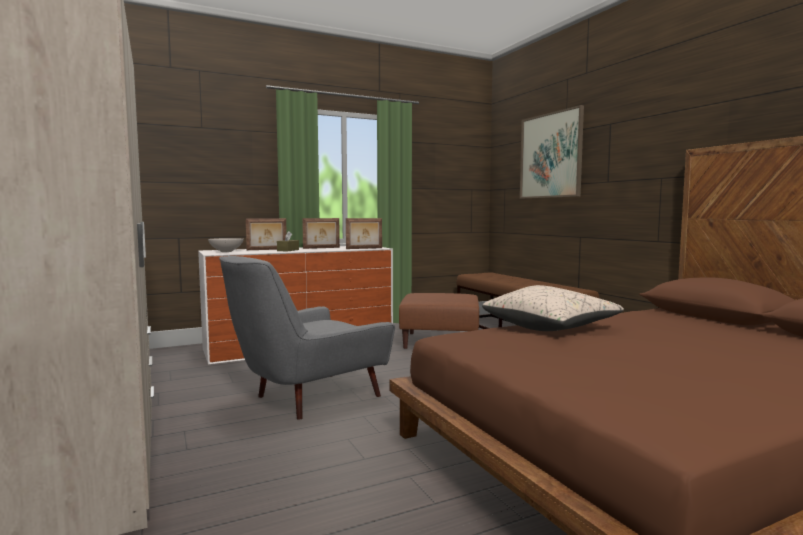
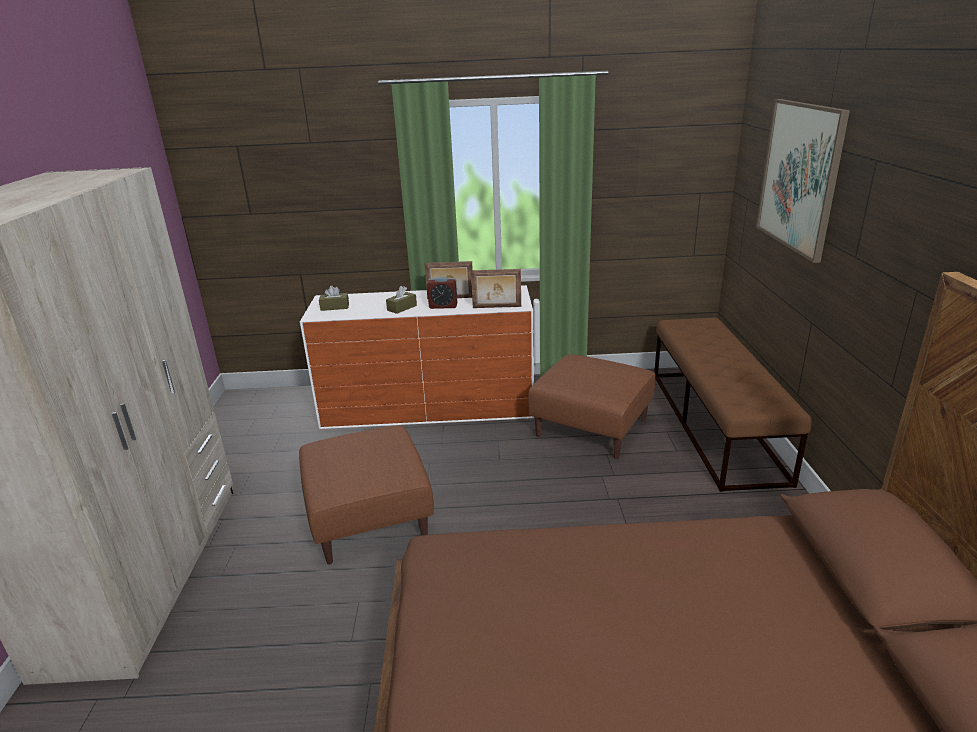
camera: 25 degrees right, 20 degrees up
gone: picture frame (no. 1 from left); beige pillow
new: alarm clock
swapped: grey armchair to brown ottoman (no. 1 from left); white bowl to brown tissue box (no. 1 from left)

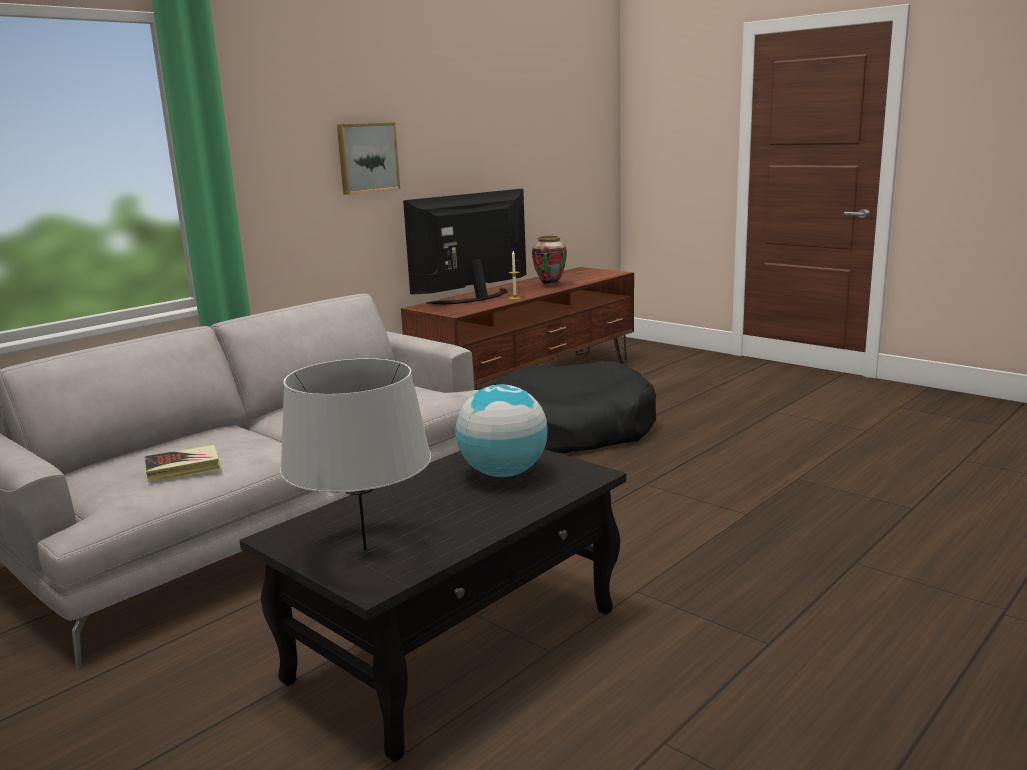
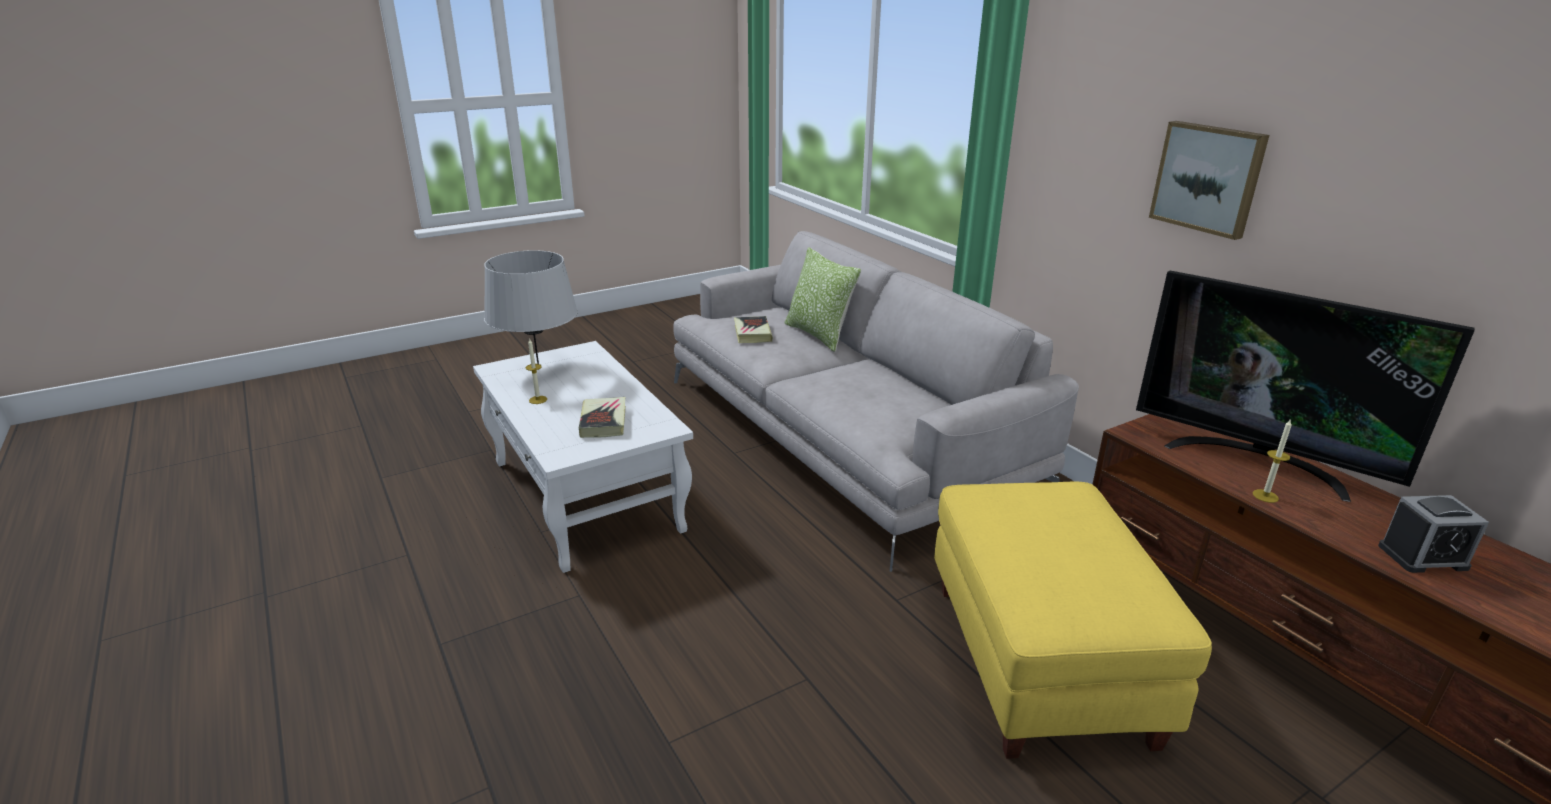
camera: 105 degrees right, 10 degrees up
new: candle (no. 1 from left); pillow
swapped: globe to book (no. 1 from left); black dog bed to yellow ottoman; vase to alarm clock
repainted: black coffee table to white coffee table
rotated: television 150 degrees clockwise

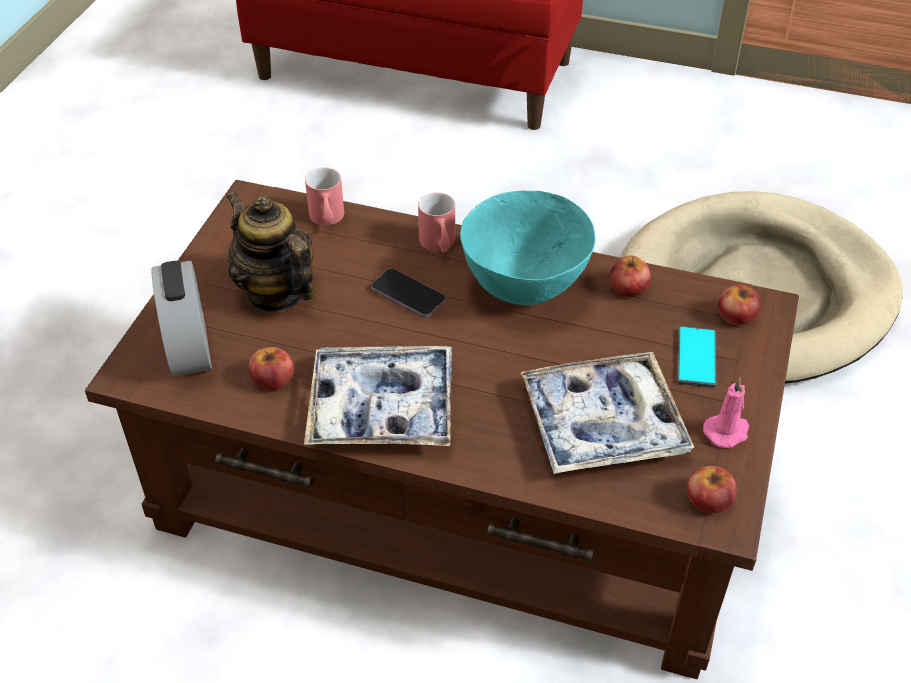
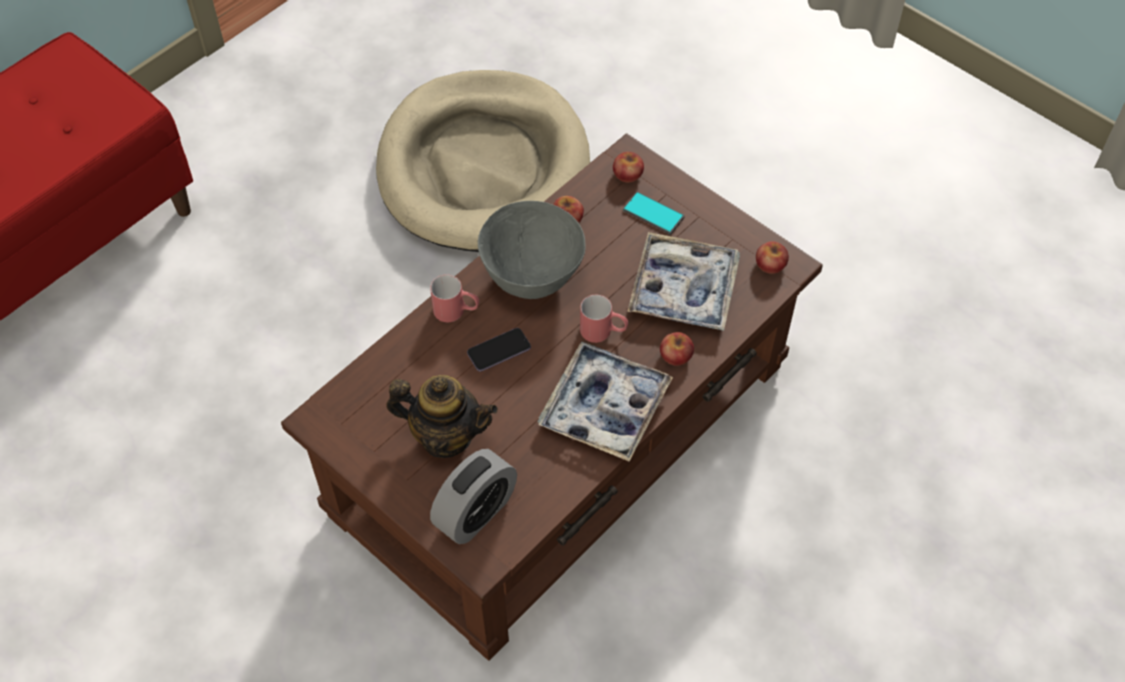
camera: 65 degrees left, 10 degrees up
gone: pink candle
shifted: red mug (no. 1 from left in the first image) to red mug (no. 2 from left); apple (no. 1 from left in the first image) to apple (no. 3 from left)
repainted: turquoise bowl to grey bowl
rotated: teapot 150 degrees counterclockwise; alarm clock 60 degrees counterclockwise

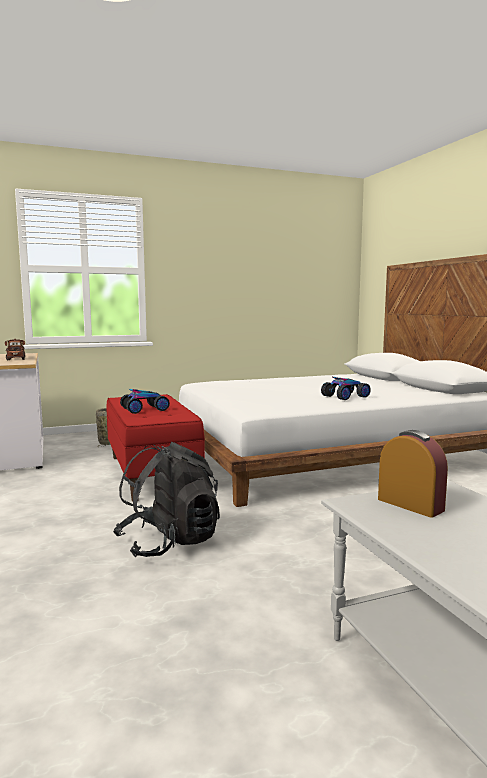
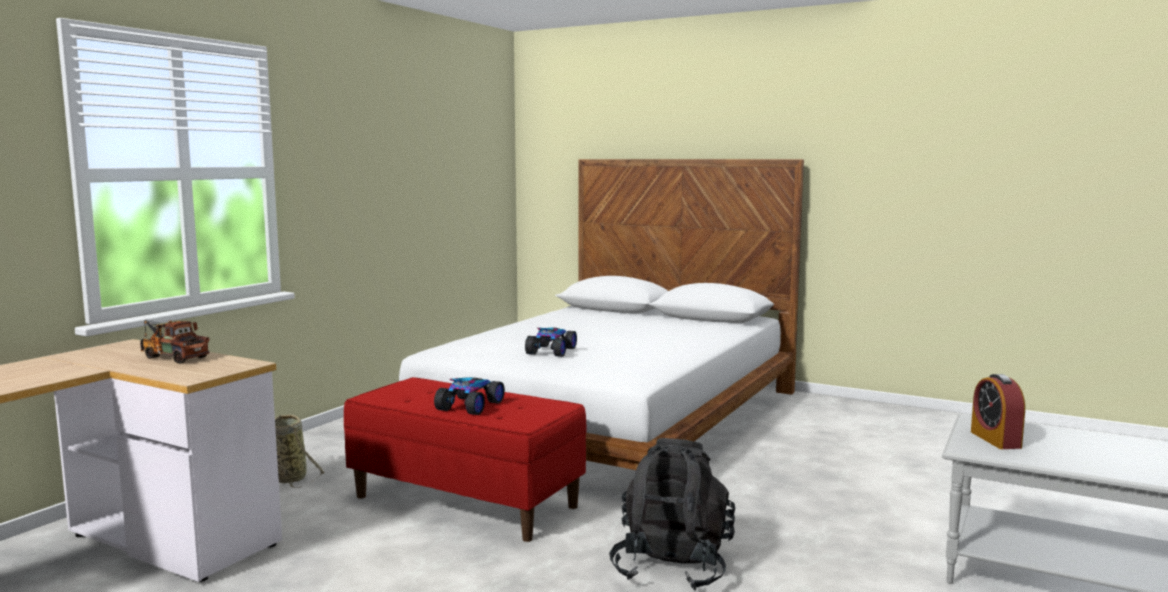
camera: 40 degrees left, 0 degrees up
shifted: toy car (no. 2 from left)
rotated: alarm clock 105 degrees counterclockwise

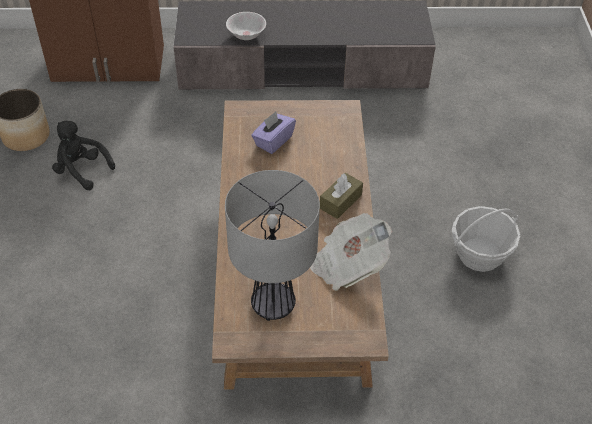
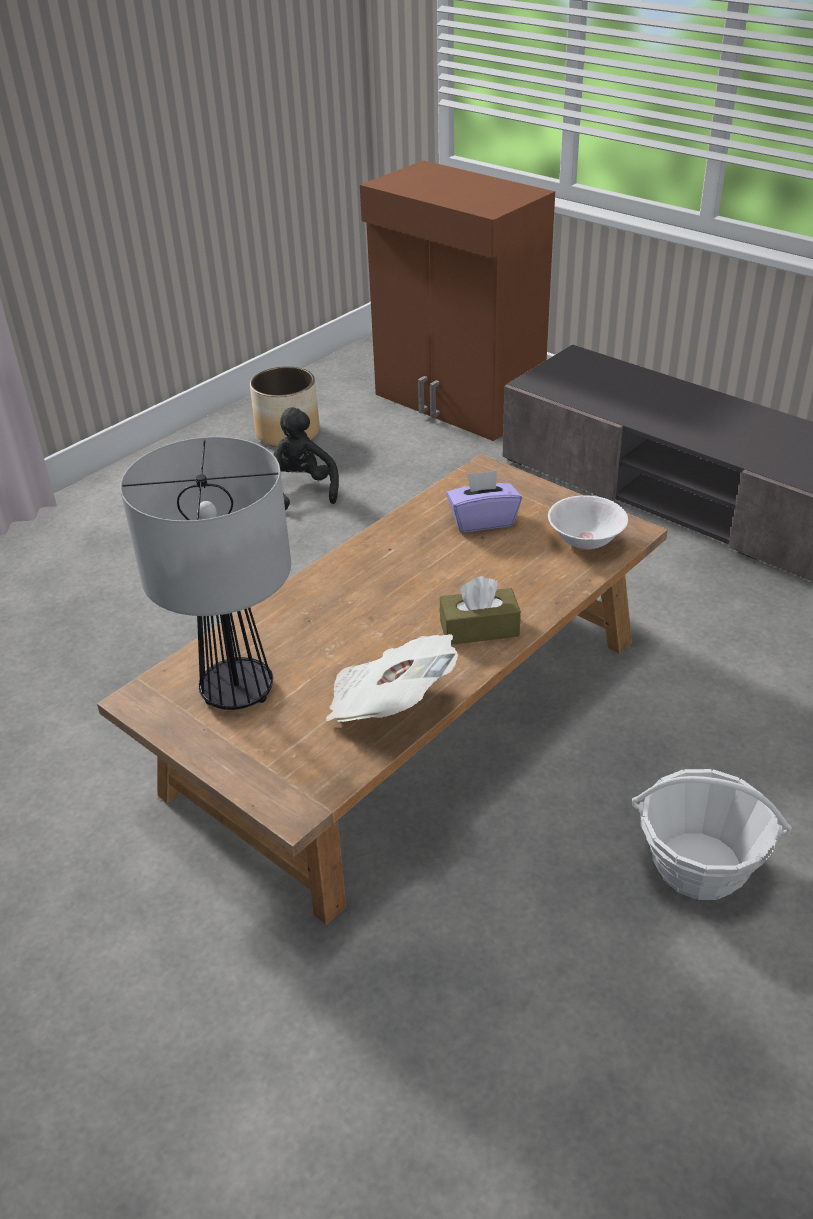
camera: 45 degrees right, 10 degrees down
shifted: white bowl

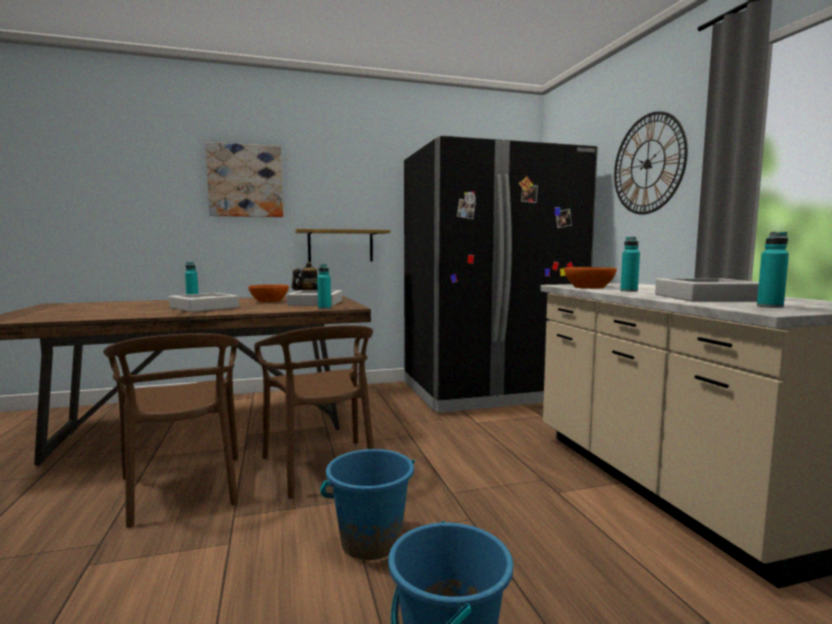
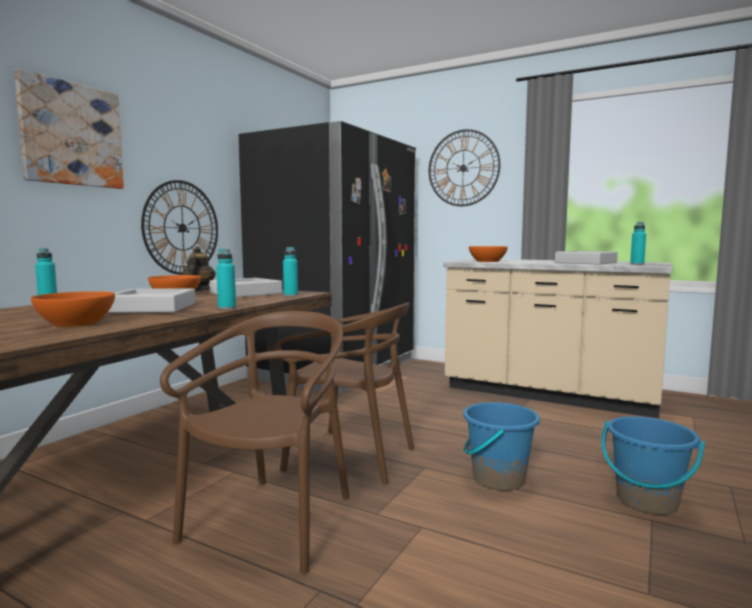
camera: 45 degrees left, 0 degrees up
new: orange bowl (no. 1 from left)
shifted: turquoise bottle (no. 3 from left in the first image) to turquoise bottle (no. 2 from left)
swapped: shelf to wall clock (no. 1 from left)
rotated: brown chair (no. 1 from left) 90 degrees counterclockwise

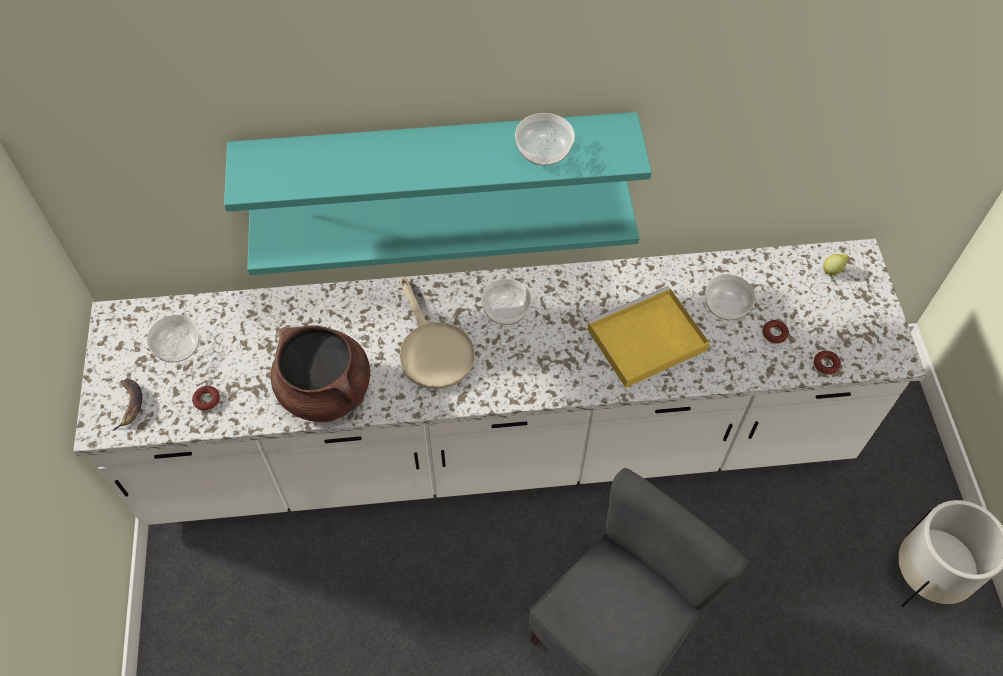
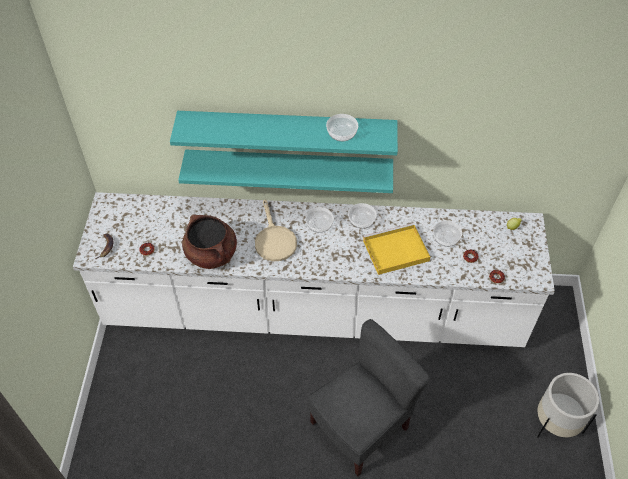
camera: 10 degrees right, 5 degrees down
shifted: bowl (no. 1 from left in the first image) to bowl (no. 3 from left)

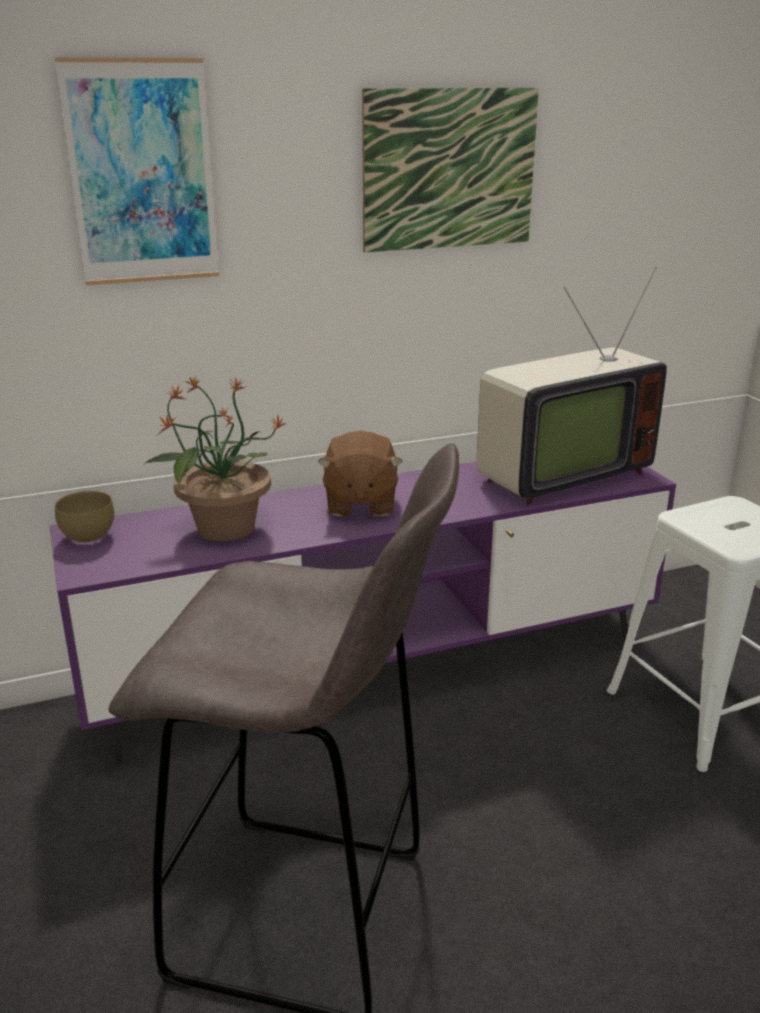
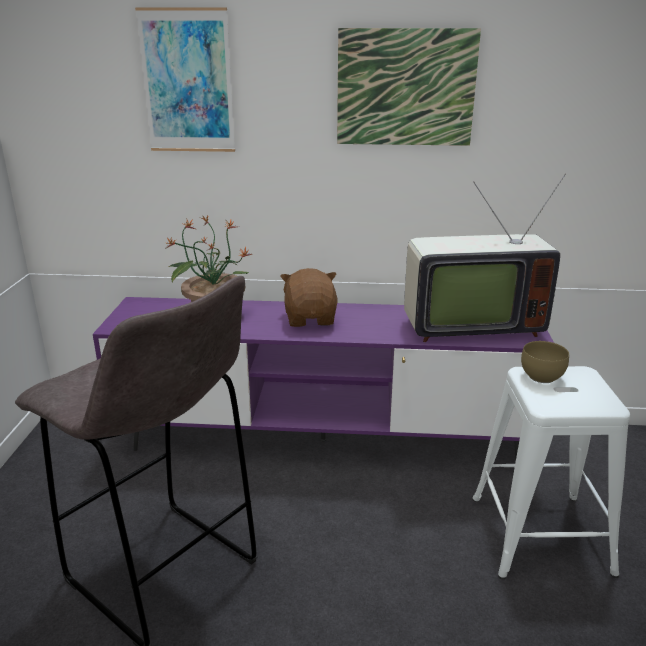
camera: 25 degrees right, 0 degrees up
shifted: brown bowl
rotated: brown plush toy 150 degrees clockwise

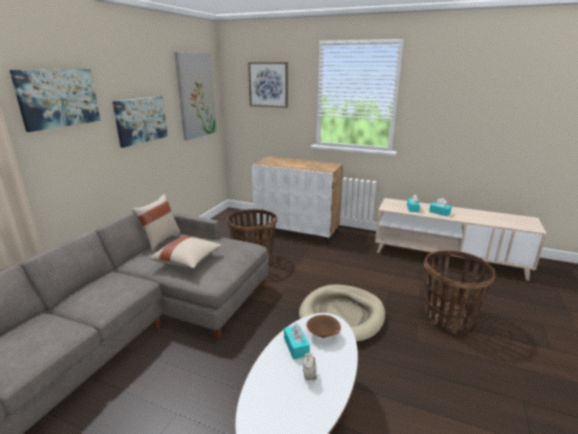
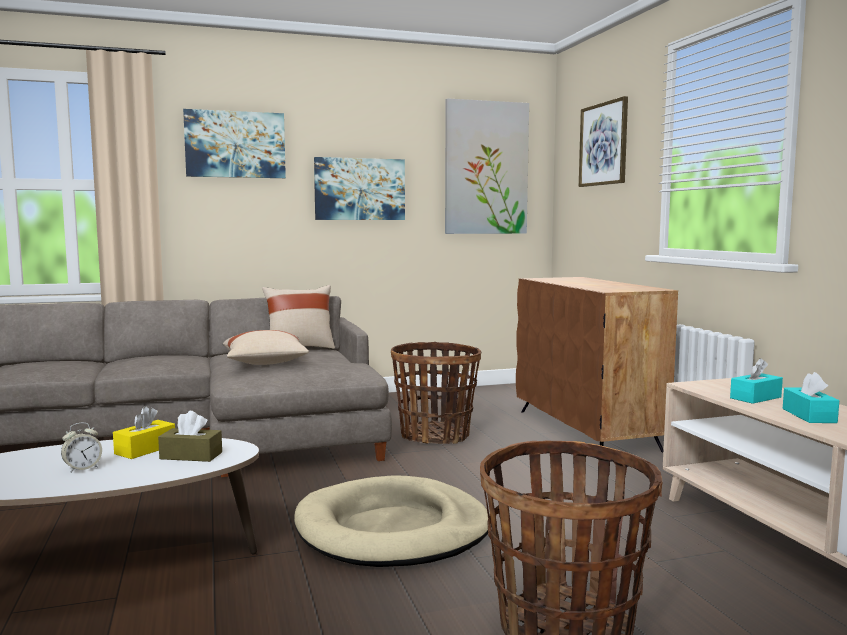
camera: 50 degrees right, 15 degrees down
swapped: brown bowl to brown tissue box
repainted: turquoise tissue box (no. 1 from left) to yellow tissue box; white cabinet to brown cabinet

